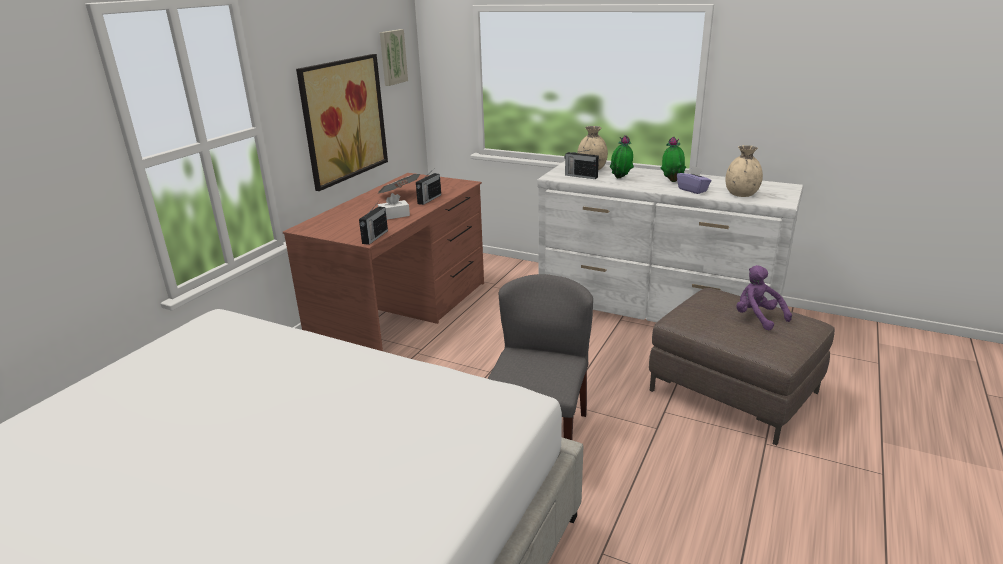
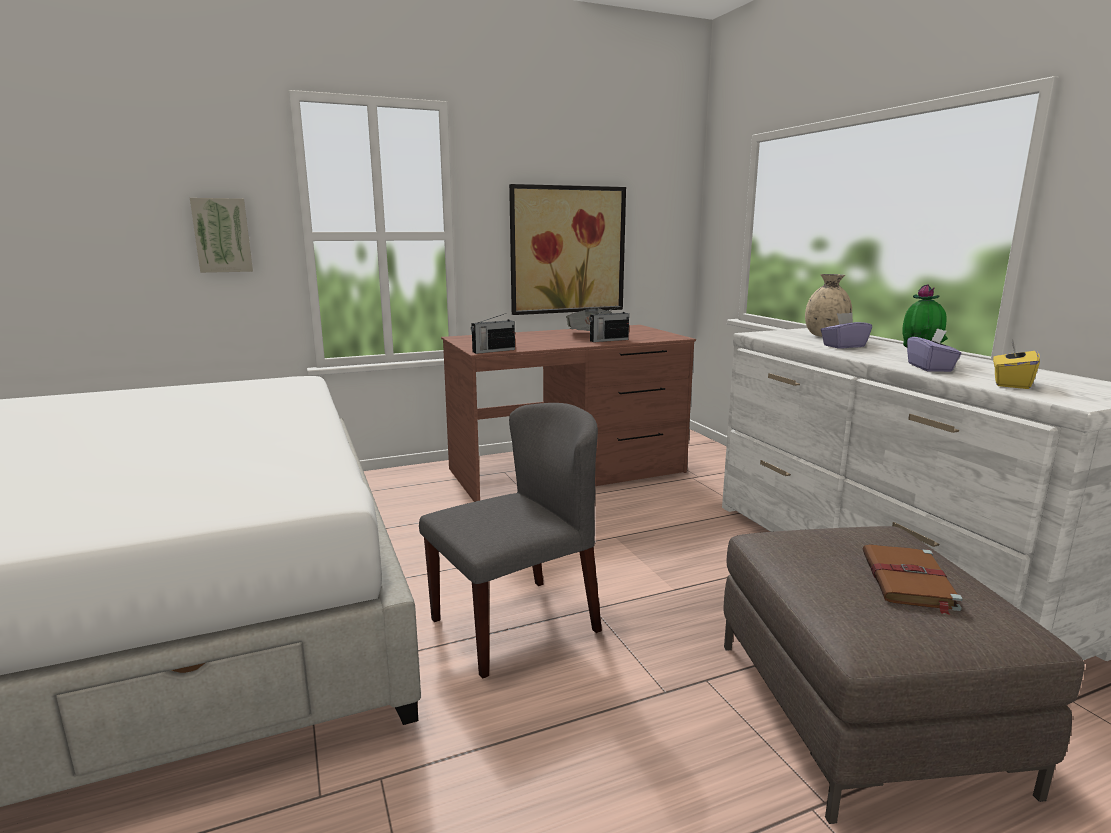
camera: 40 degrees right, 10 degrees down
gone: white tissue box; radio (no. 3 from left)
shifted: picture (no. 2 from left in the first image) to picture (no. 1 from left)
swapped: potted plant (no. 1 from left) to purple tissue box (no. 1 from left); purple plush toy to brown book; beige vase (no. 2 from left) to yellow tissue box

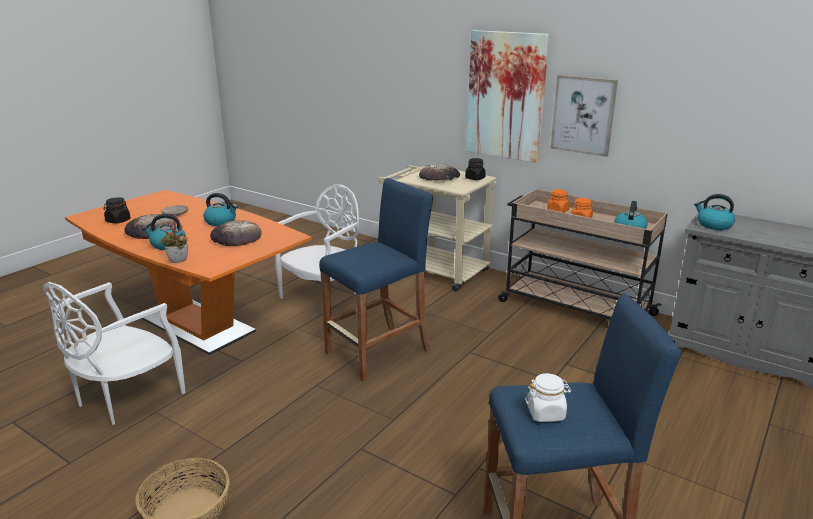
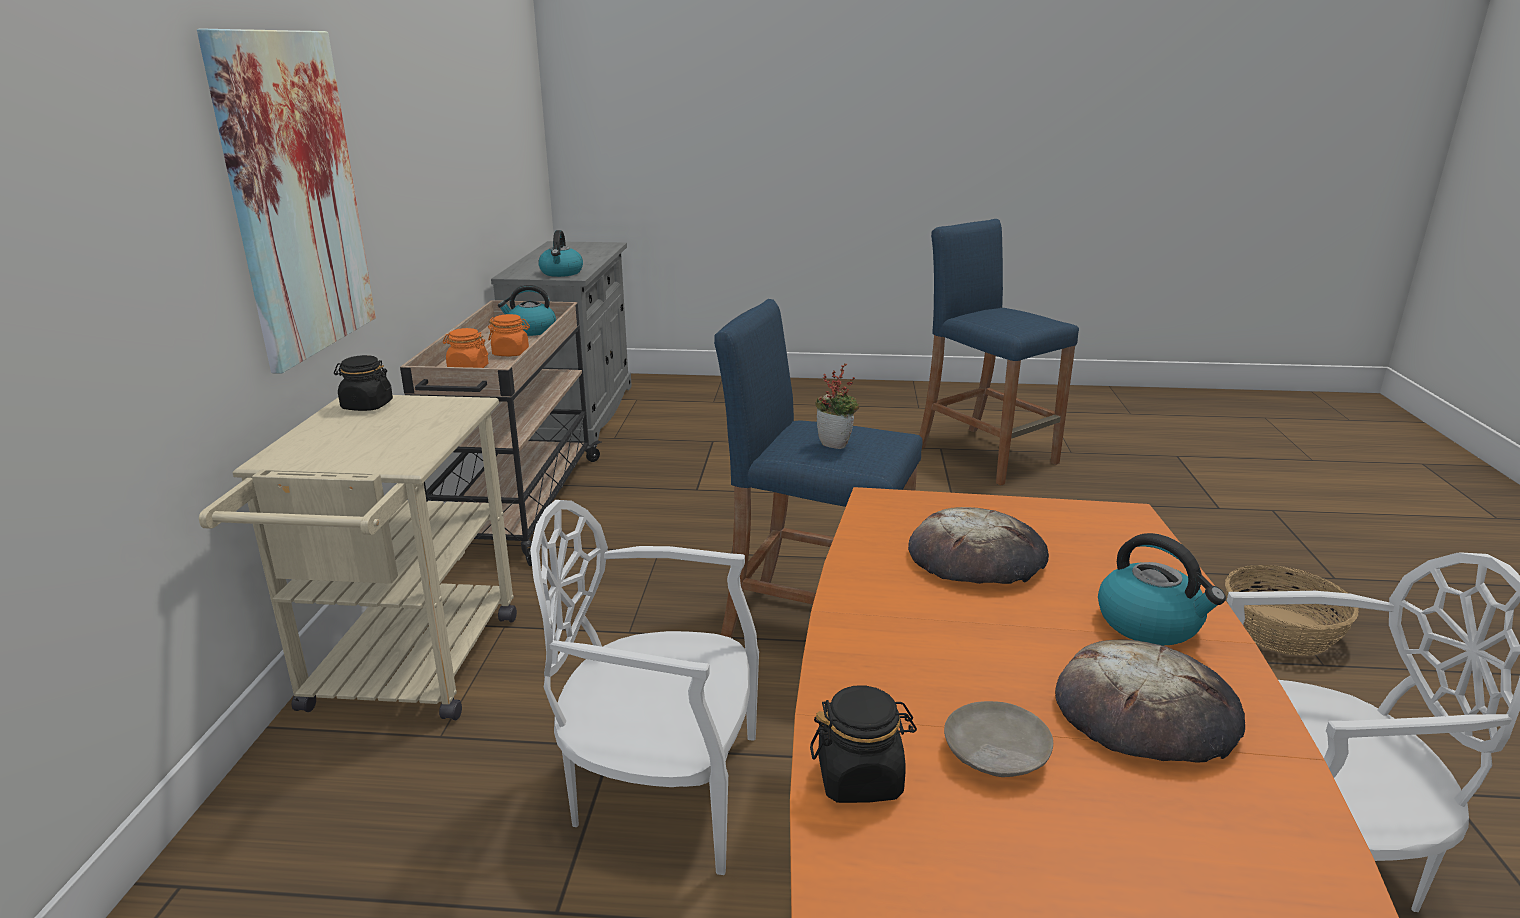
camera: 120 degrees left, 0 degrees up
gone: kettle (no. 2 from left); bread (no. 3 from left); white jar; picture (no. 2 from left)
shifted: black jar (no. 1 from left in the first image) to black jar (no. 2 from left); potted plant

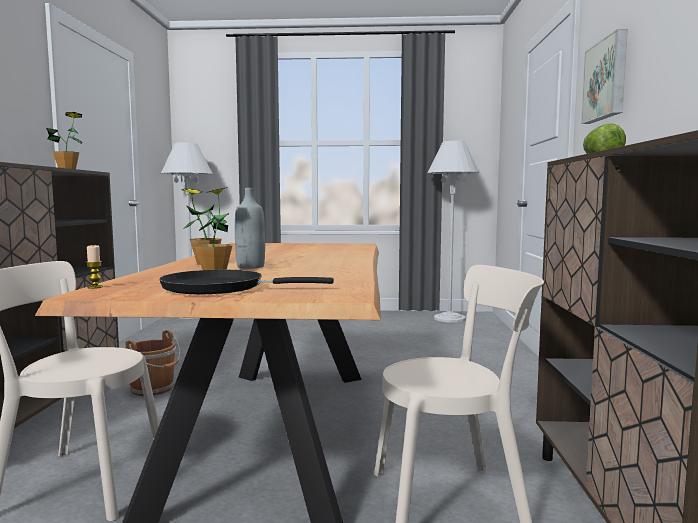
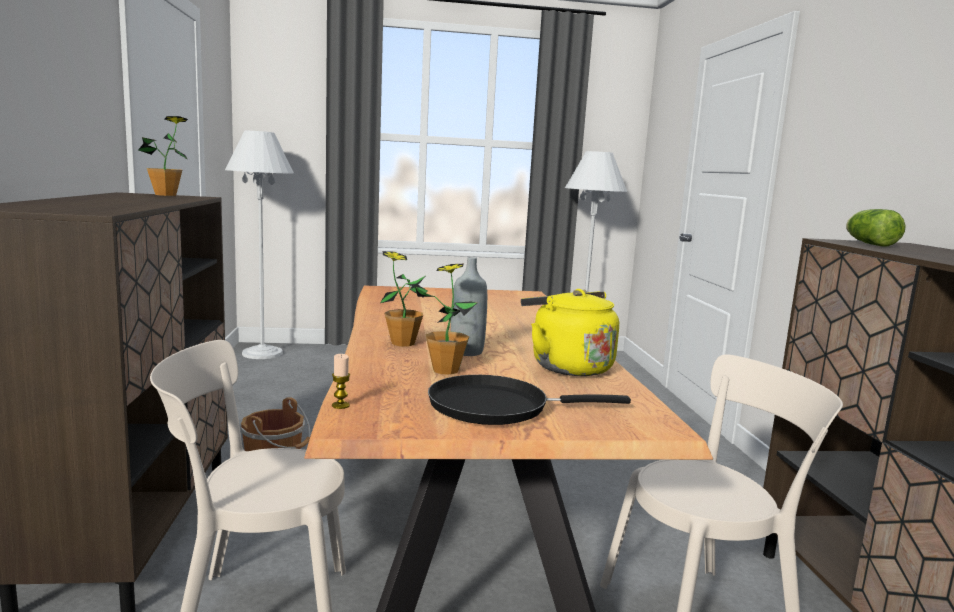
camera: 10 degrees left, 5 degrees up
gone: picture
new: yellow kettle

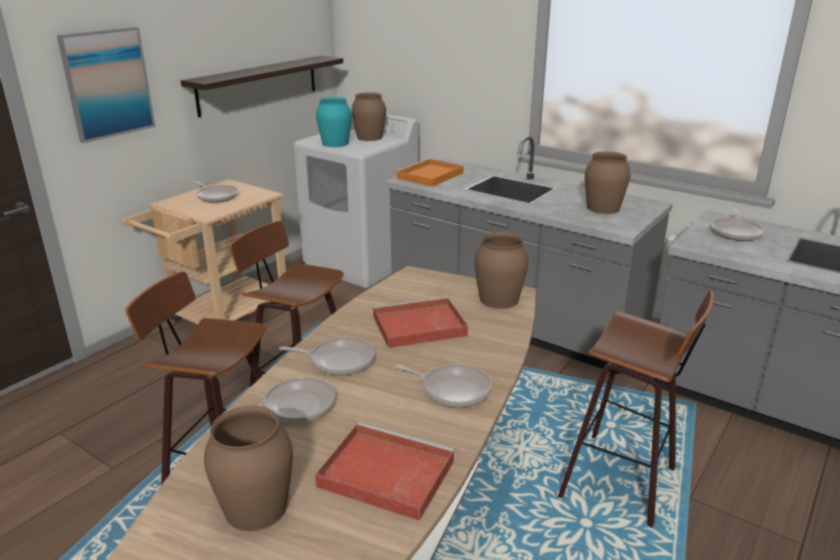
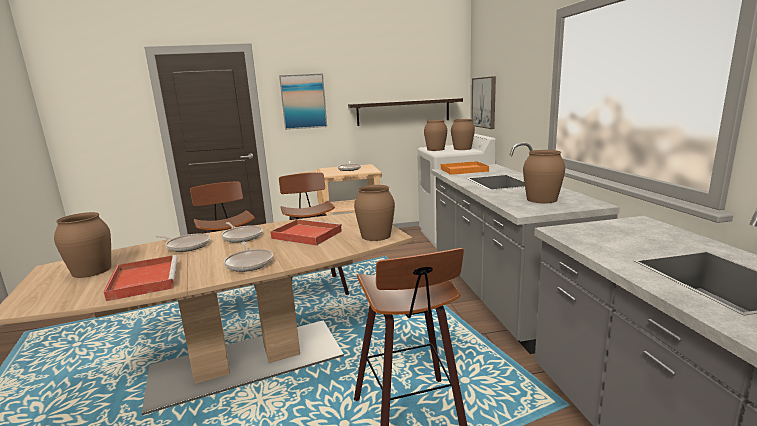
camera: 45 degrees right, 10 degrees down
gone: frying pan (no. 5 from left)
new: picture (no. 2 from left)
repainted: turquoise vase to brown vase (no. 3 from left)

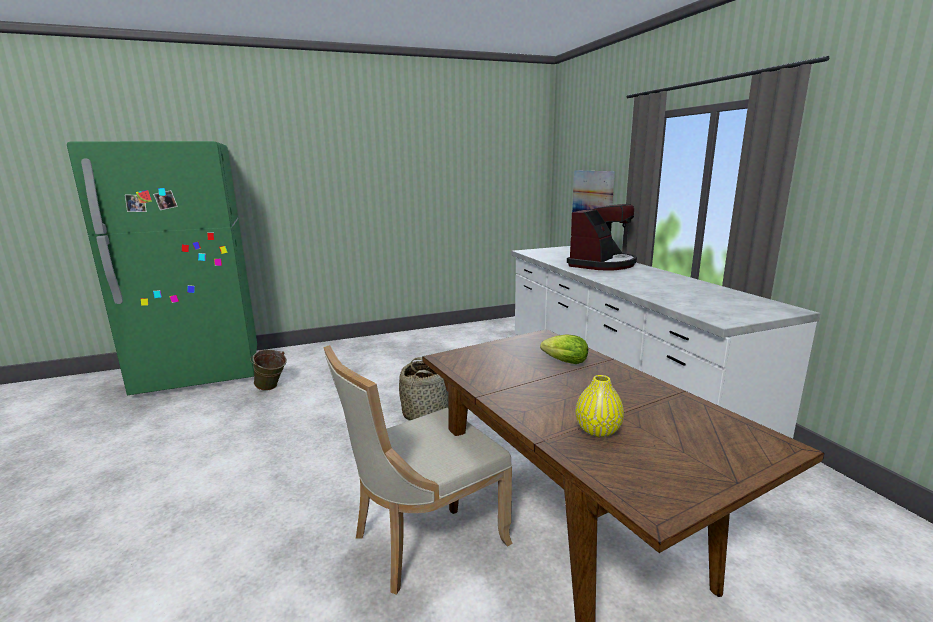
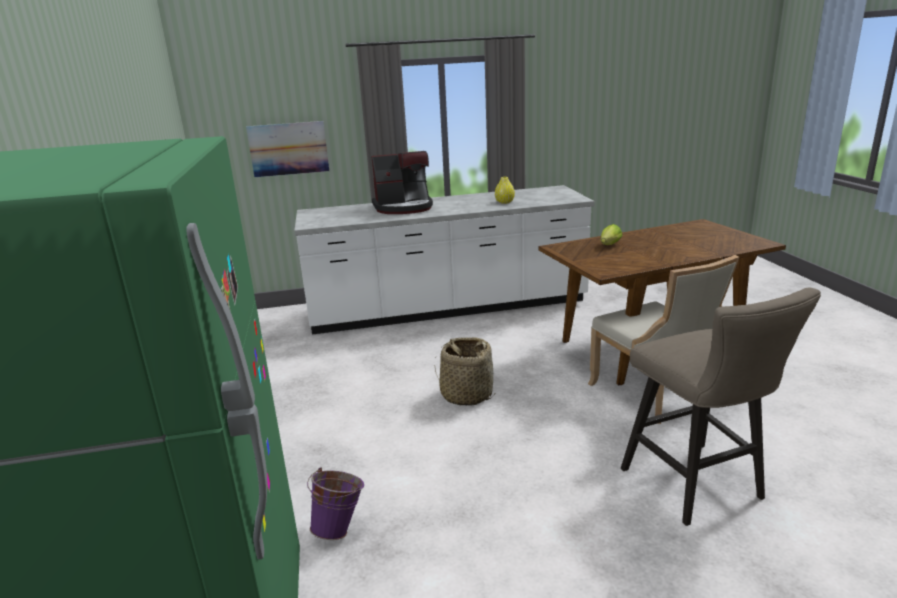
camera: 80 degrees left, 5 degrees up
new: beige stool
shifted: yellow vase
repainted: green bucket to purple bucket
rotated: coffee machine 120 degrees clockwise

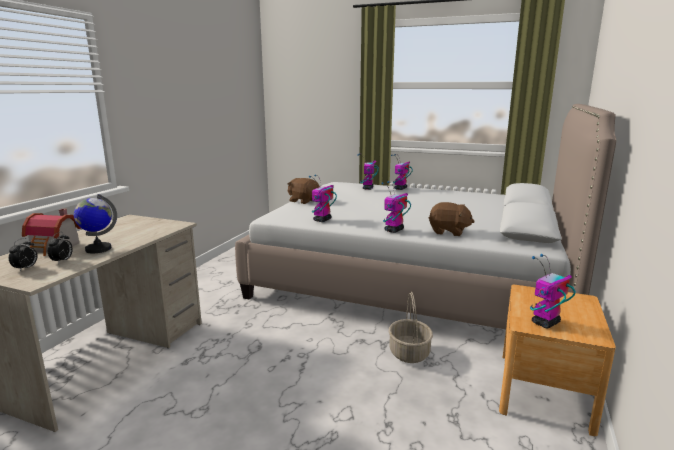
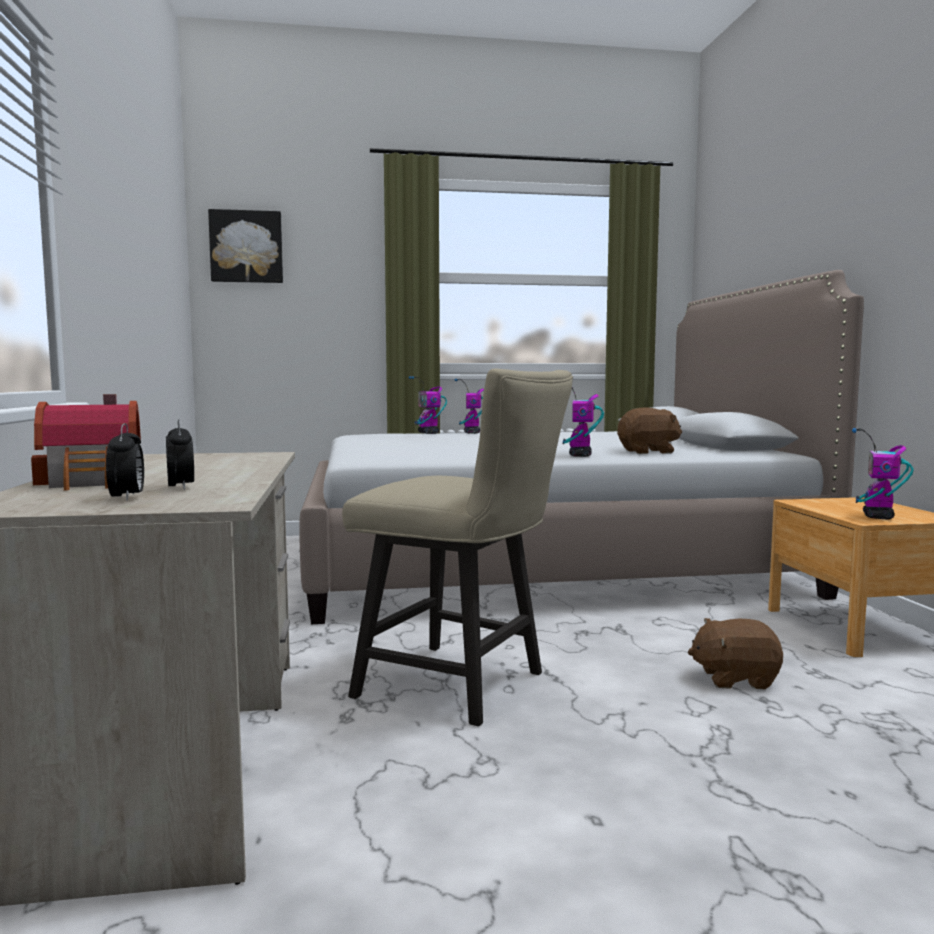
camera: 30 degrees left, 10 degrees down
gone: globe; toy robot (no. 1 from left); basket
new: picture; beige chair
shifted: brown plush toy (no. 1 from left in the first image) to brown plush toy (no. 2 from left)

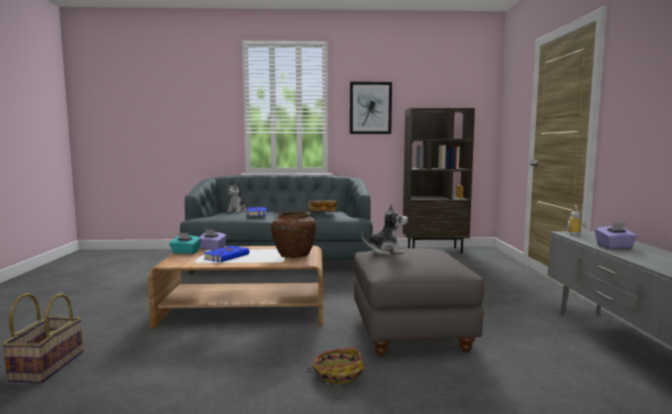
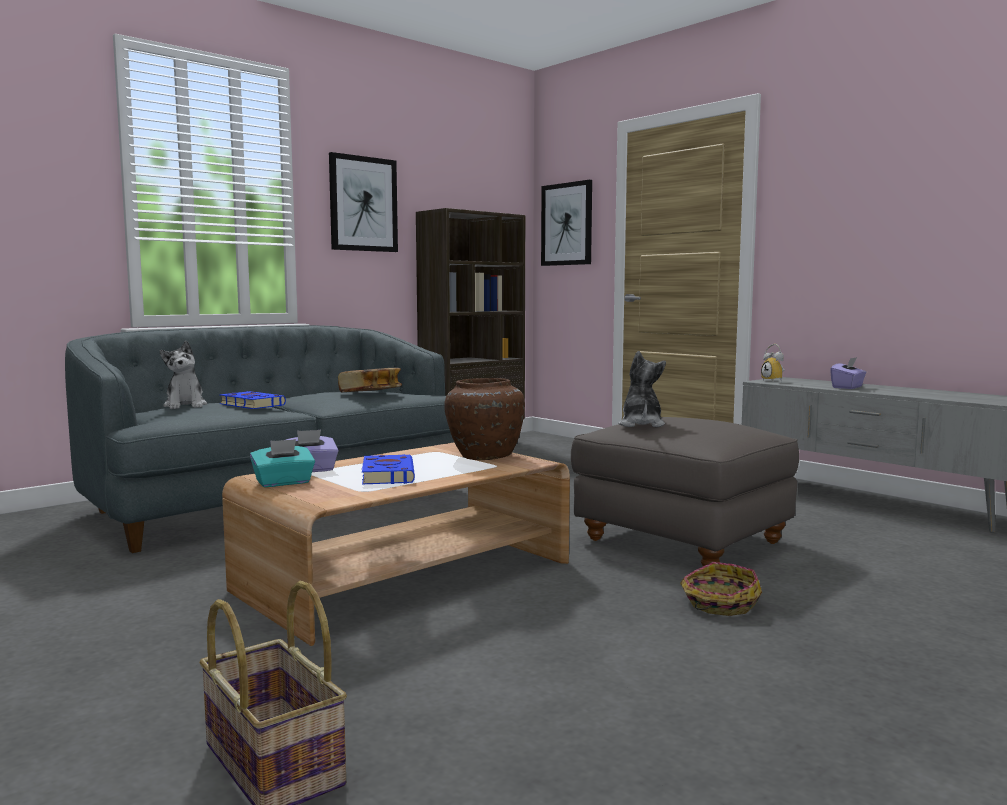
camera: 40 degrees left, 0 degrees up
new: picture (no. 2 from left)
rotated: plush toy (no. 2 from left) 45 degrees counterclockwise

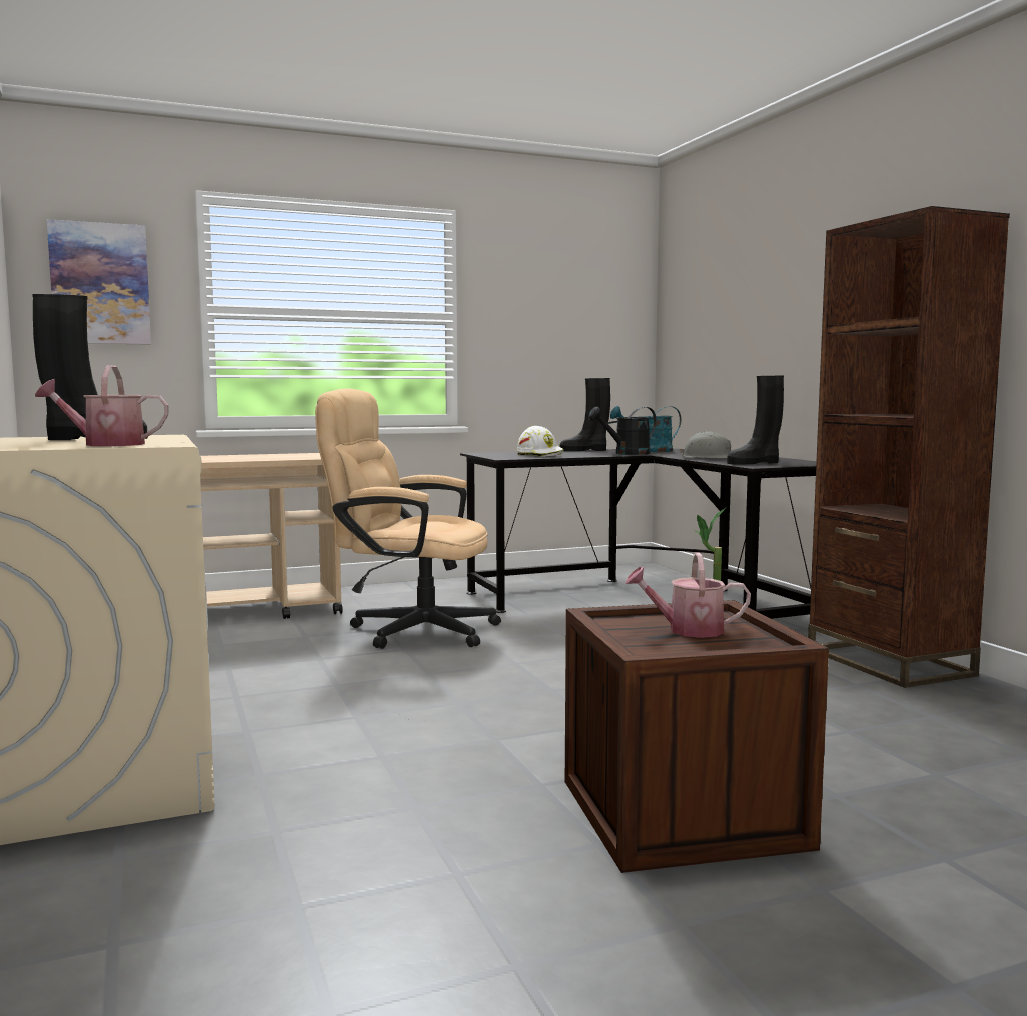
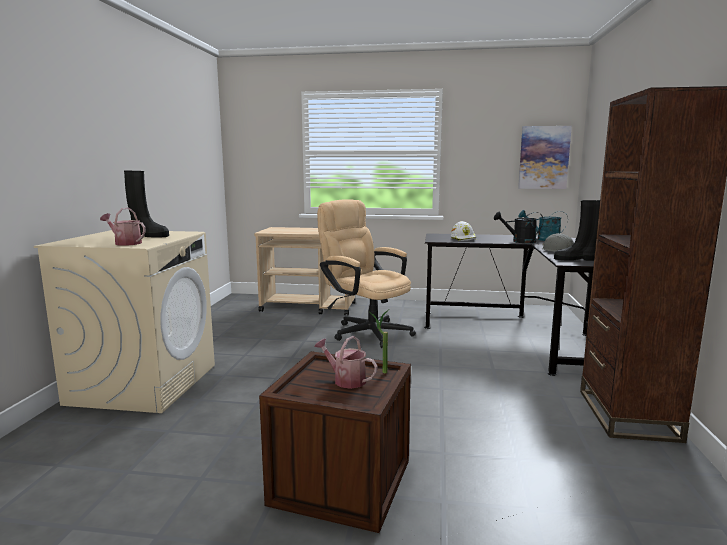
camera: 30 degrees right, 5 degrees up
gone: black boot (no. 2 from left)
shifted: picture

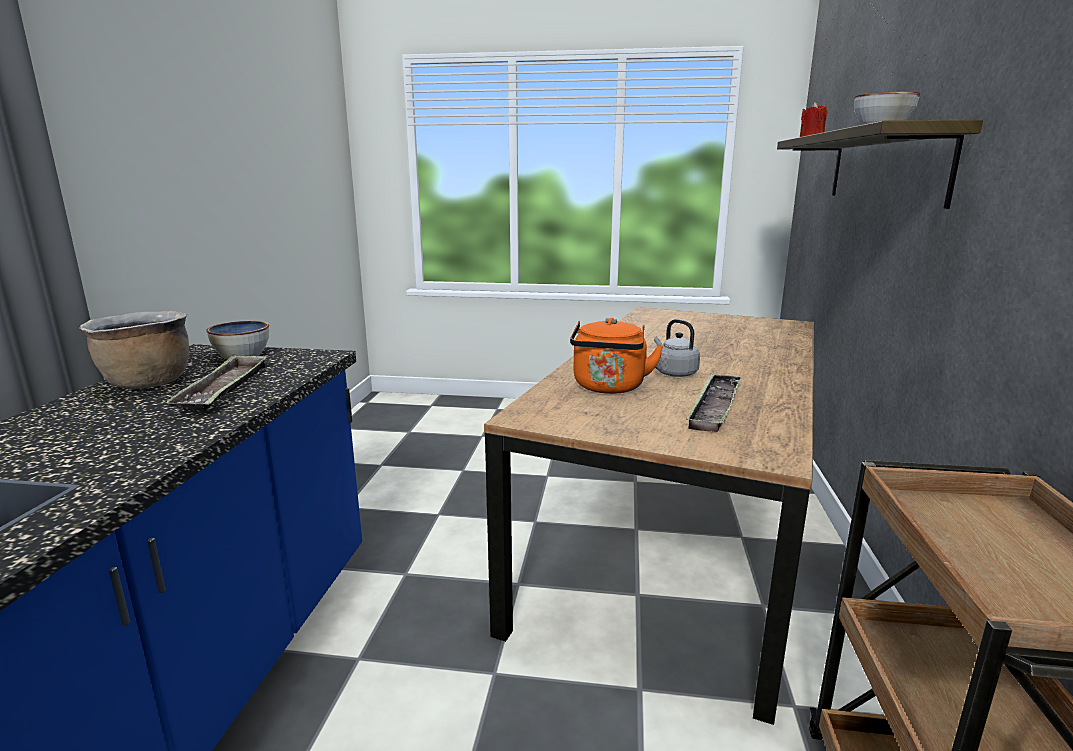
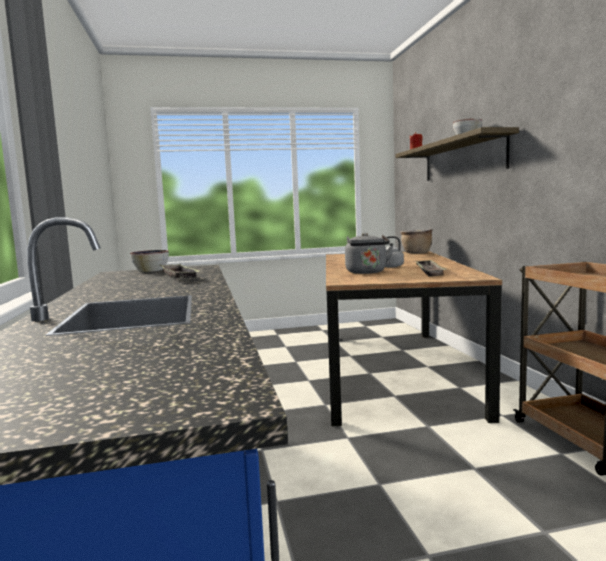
camera: 20 degrees left, 10 degrees down
shifted: brown cooking pot
repainted: orange kettle to grey kettle (no. 1 from left)

